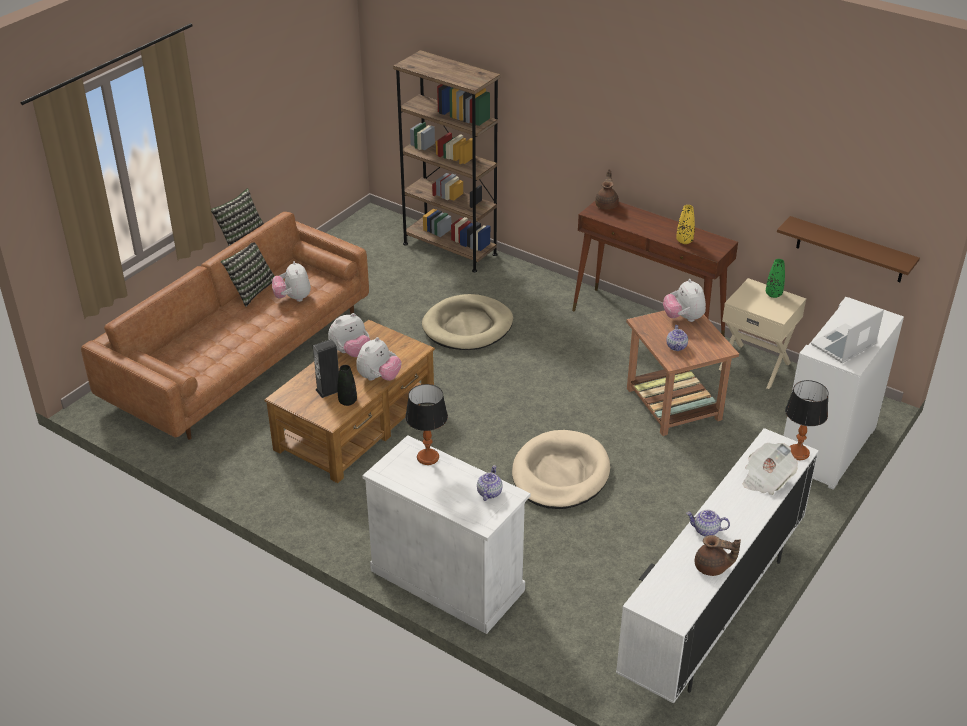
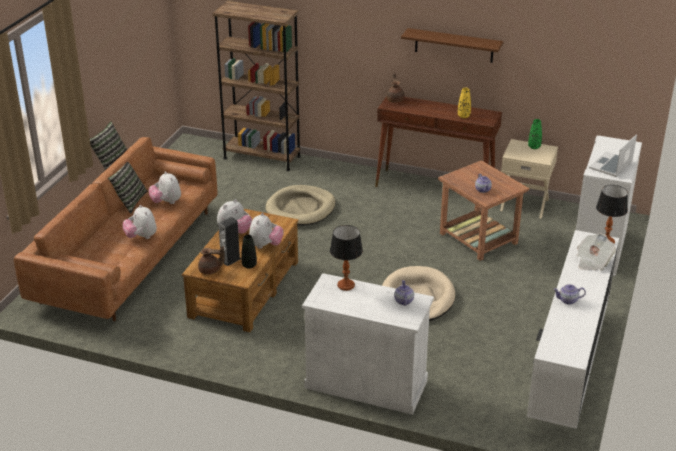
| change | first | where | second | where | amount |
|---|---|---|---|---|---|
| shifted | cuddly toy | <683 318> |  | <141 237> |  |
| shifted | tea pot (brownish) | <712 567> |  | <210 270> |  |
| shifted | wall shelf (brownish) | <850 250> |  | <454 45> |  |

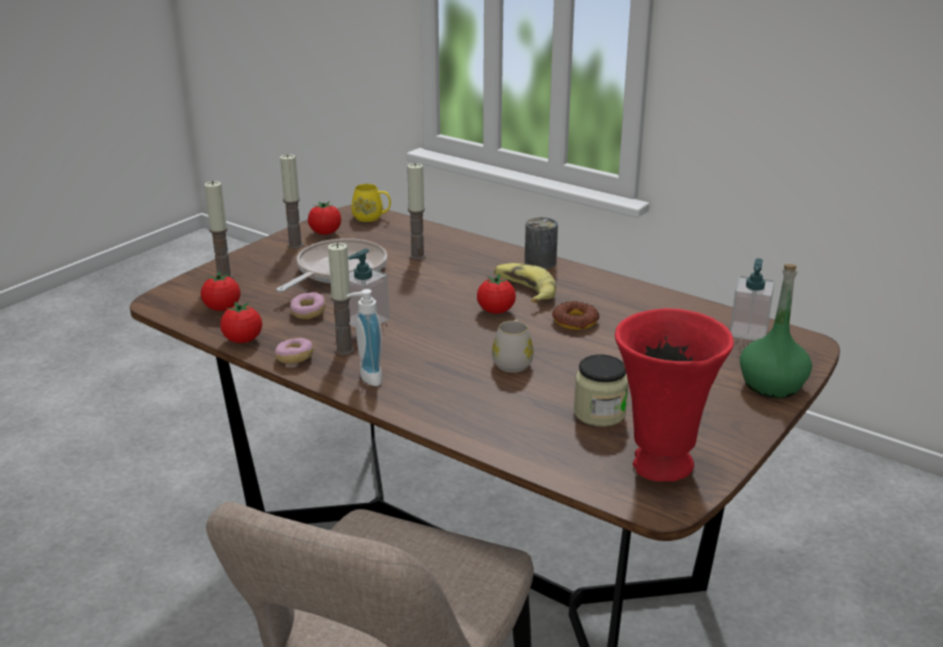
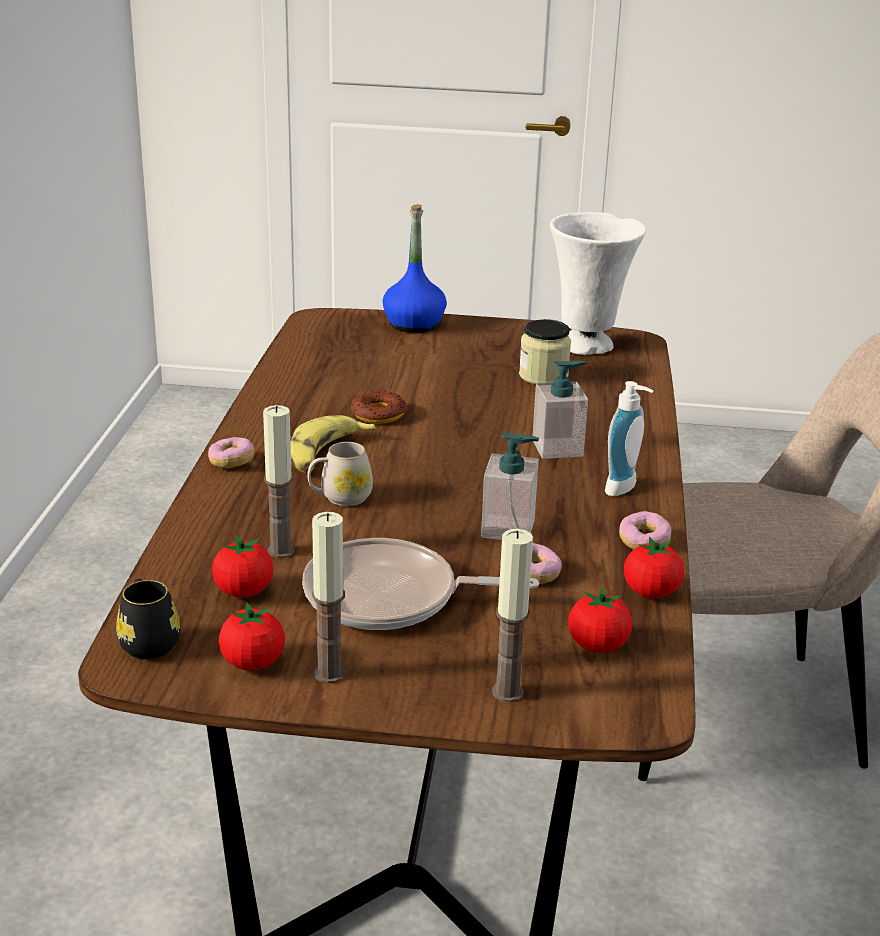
| change | first | where | second | where | amount |
|---|---|---|---|---|---|
| gone | wax candle | <344 350> |  |  |  |
| repainted | coffee mug (yellow) | <371 217> | coffee mug (black) | <148 641> |  |
| shifted | whole tomato | <496 311> |  | <243 592> |  |
| shifted | coffee mug (white-coloured) | <513 362> |  | <340 498> |  |
| swapped | sealed can | <540 262> | ring doughnut | <231 462> |  |
| repainted | flower vase (red) | <660 465> | flower vase (white-coloured) | <588 346> |  |
| shifted | soap bottle | <748 331> |  | <557 448> |  |
| repainted | bottle (greenish) | <771 385> | bottle (bluish) | <414 324> |  |

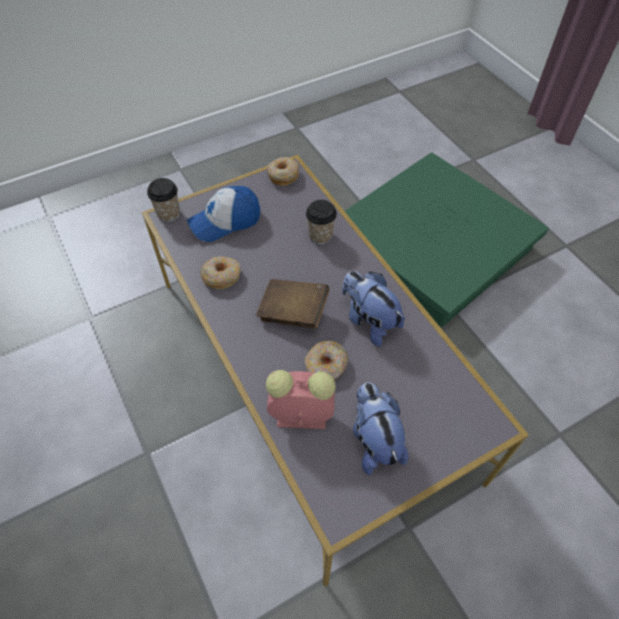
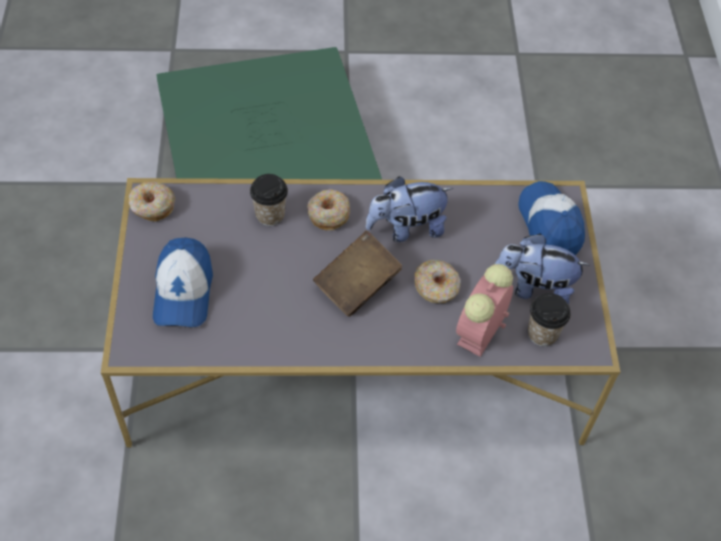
| change | first | where | second | where | amount |
|---|---|---|---|---|---|
| shifted | cup | <168 214> |  | <542 334> |  |
| shifted | ring doughnut | <221 276> |  | <328 214> |  |
| new |  |  | peaked cap | <550 225> |  |

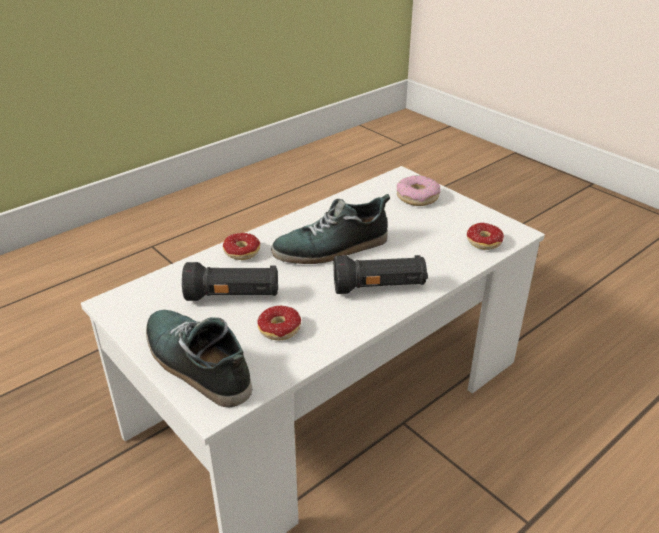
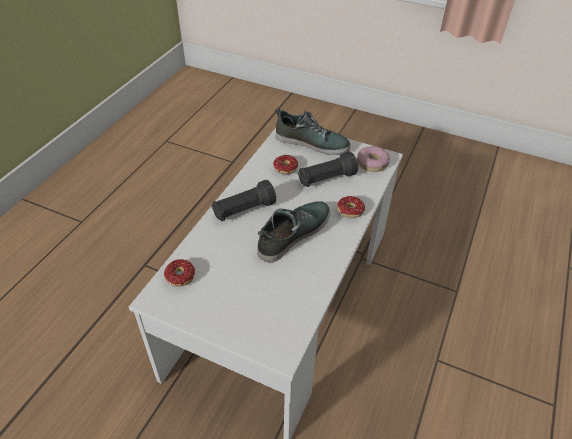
| change | first | where | second | where | amount |
|---|---|---|---|---|---|
| shifted | ring doughnut | <417 197> |  | <372 163> |  |

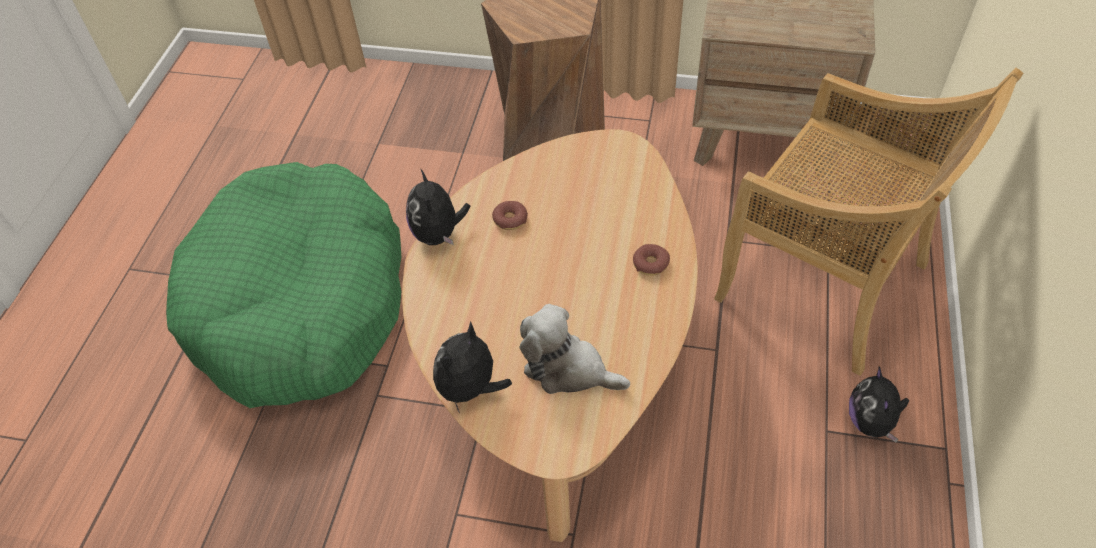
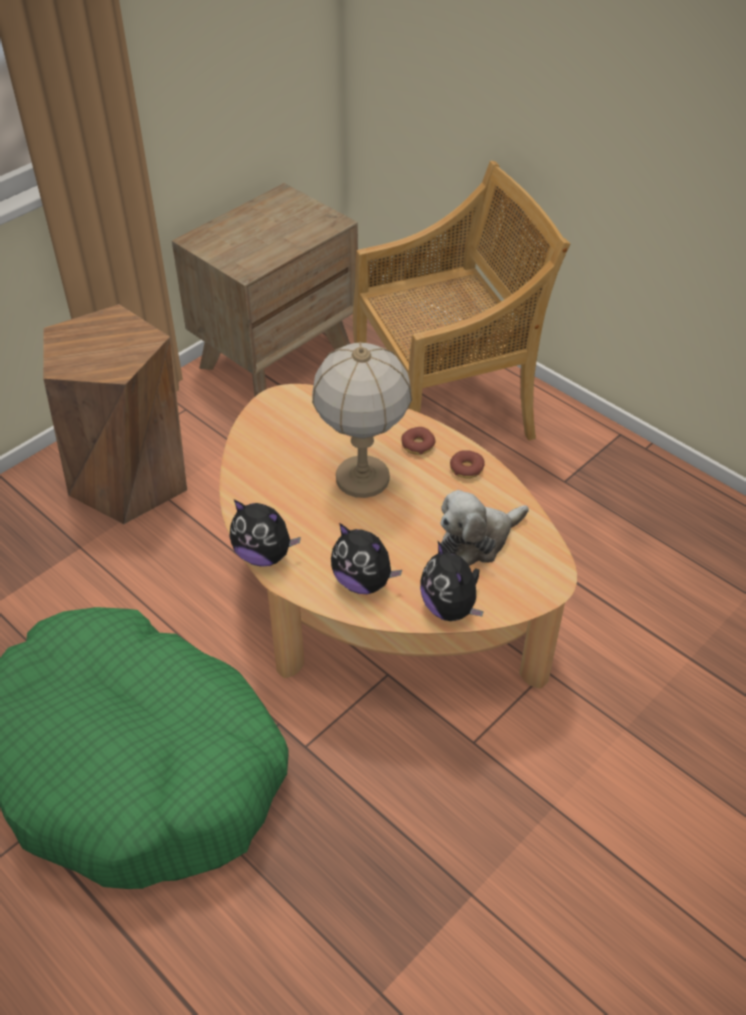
| change | first | where | second | where | amount |
|---|---|---|---|---|---|
| shifted | ring doughnut | <510 219> |  | <466 468> |  |
| shifted | cuddly toy | <871 422> |  | <363 581> |  |
| new |  |  | tabletop lamp | <363 478> |  |

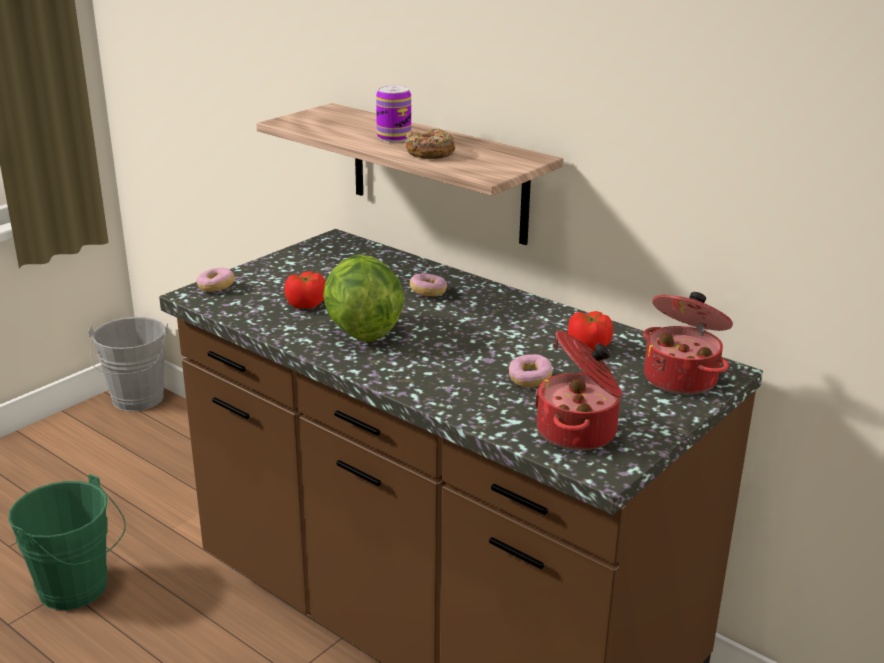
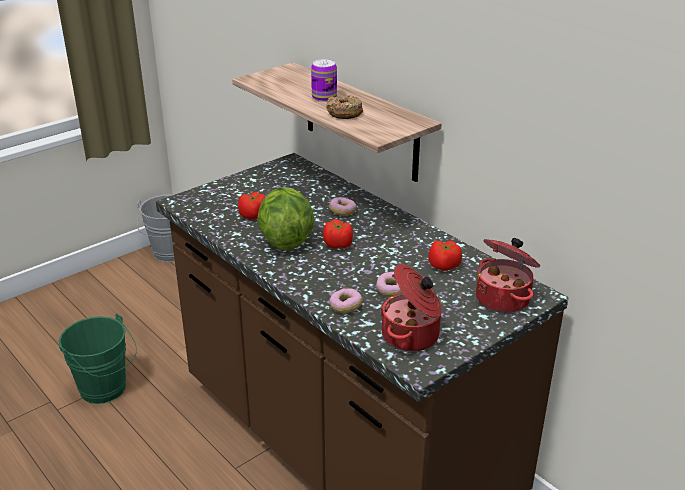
| change | first | where | second | where | amount |
|---|---|---|---|---|---|
| shifted | ring doughnut | <216 287> |  | <345 306> |  |
| new |  |  | whole tomato | <338 245> |  |

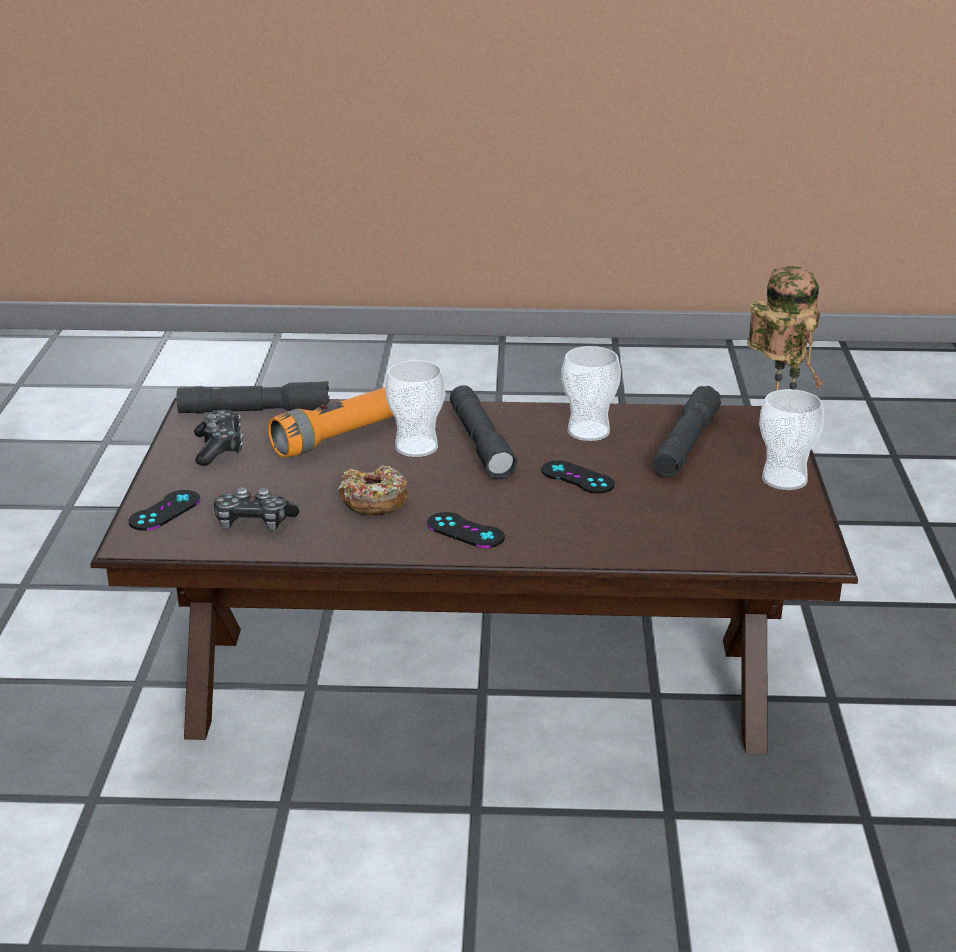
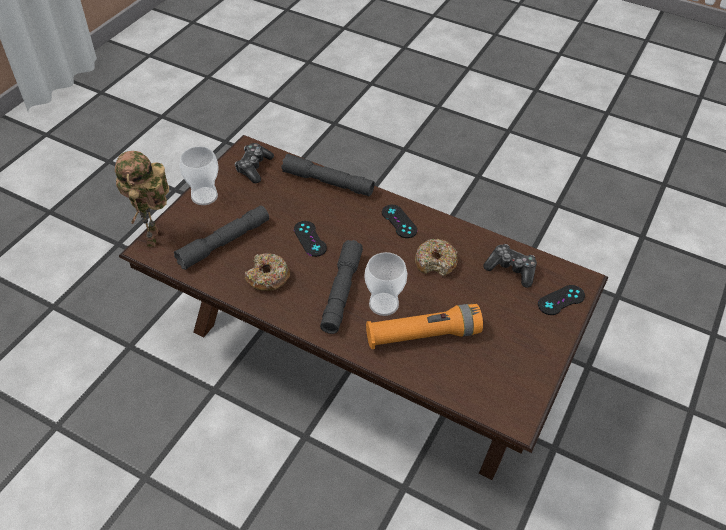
| change | first | where | second | where | amount |
|---|---|---|---|---|---|
| shifted | flashlight (grey) | <254 411> |  | <328 182> |  |
| shifted | game controller | <219 448> |  | <254 167> |  |
| swapped | cup | <588 431> | ring doughnut | <268 277> |  |

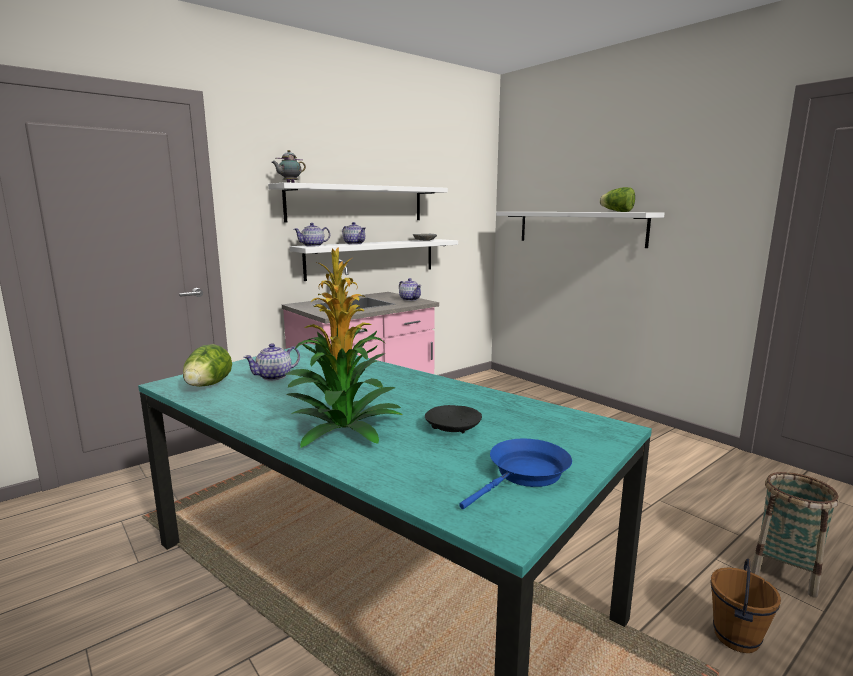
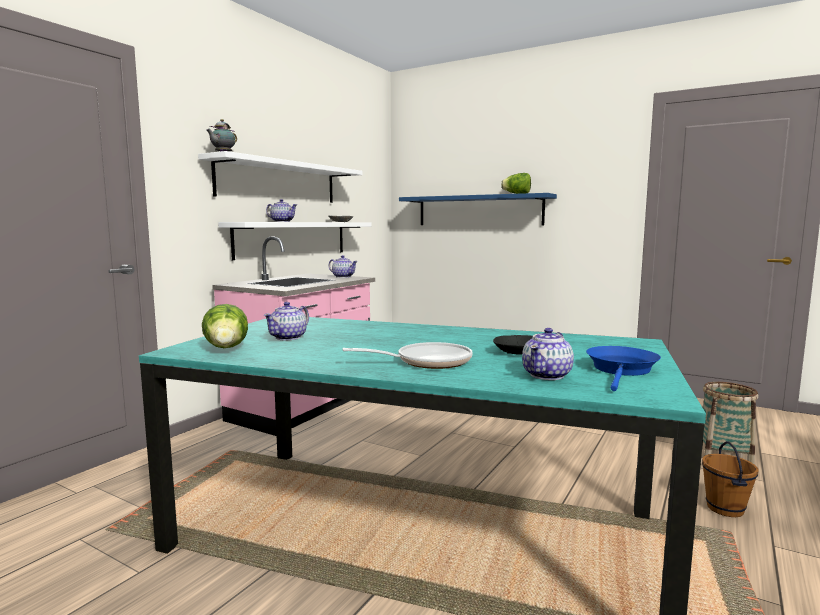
| change | first | where | second | where | amount |
|---|---|---|---|---|---|
| swapped | houseplant | <345 428> | frying pan | <427 362> |  |
| shifted | tea pot | <313 245> |  | <547 375> |  |
| repainted | wall shelf (white-coloured) | <579 228> | wall shelf (bluish) | <479 210> |  |

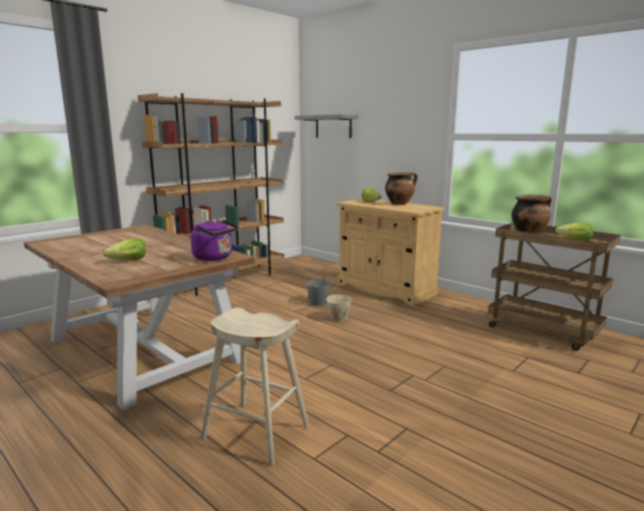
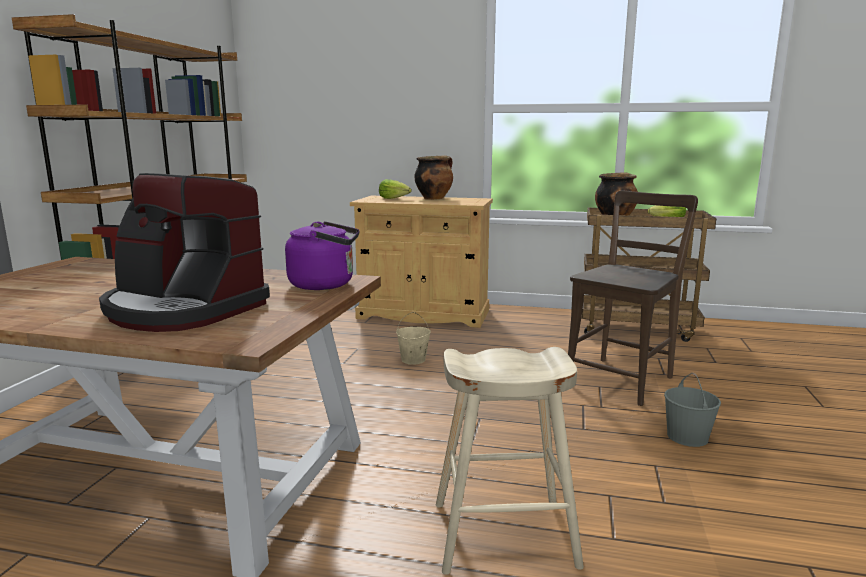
| change | first | where | second | where | amount |
|---|---|---|---|---|---|
| swapped | lettuce head | <128 261> | coffee maker | <183 309> |  |
| gone | wall shelf (grey) | <333 126> |  |  |  |
| shifted | pail (grey) | <318 302> |  | <686 436> |  |
| new |  |  | upright chair (brownish) | <622 378> |  |

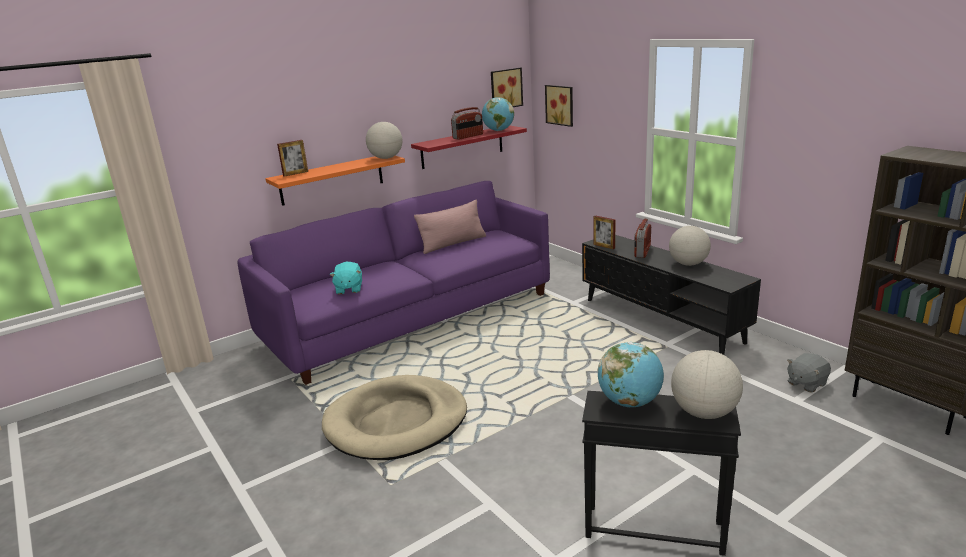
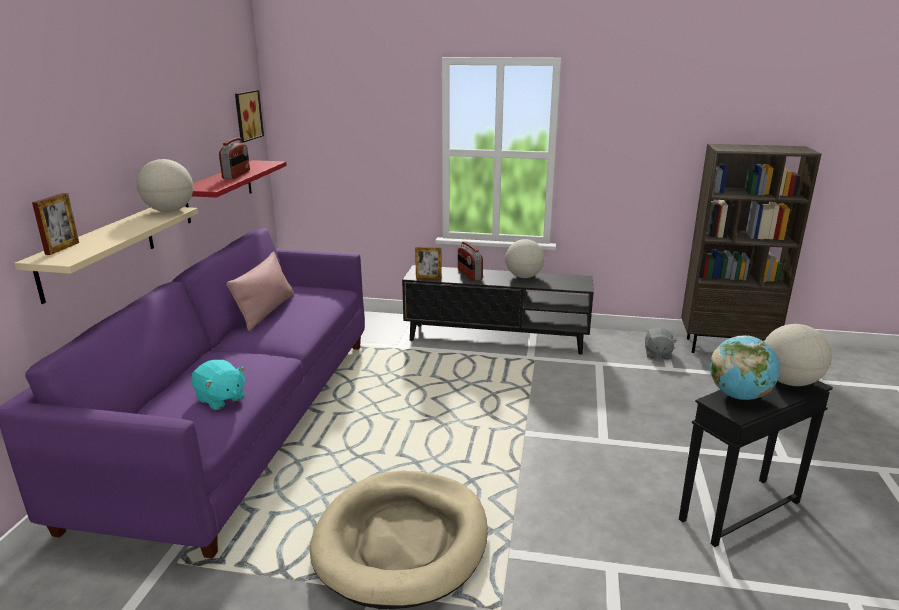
| change | first | where | second | where | amount |
|---|---|---|---|---|---|
| repainted | wall shelf (orange) | <332 179> | wall shelf (beige-coloured) | <99 251> |  |
| gone | globe | <498 130> |  |  |  |
| gone | wall art | <560 105> |  |  |  |

